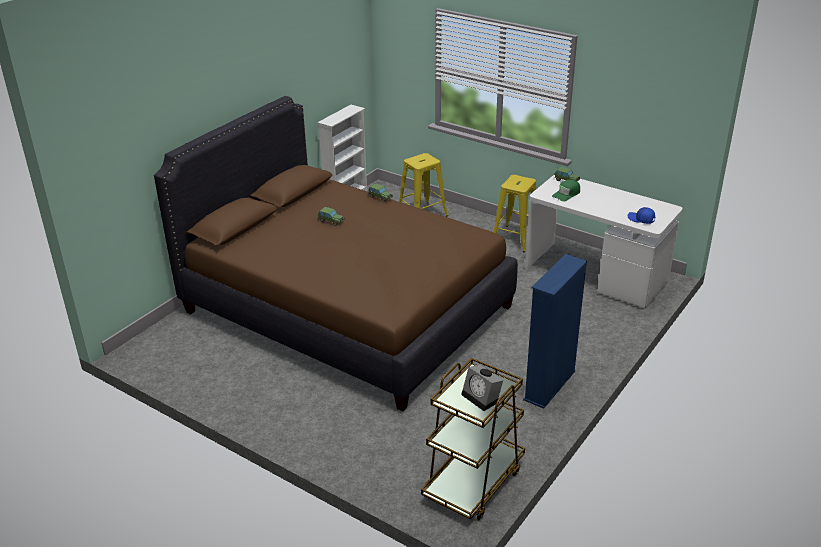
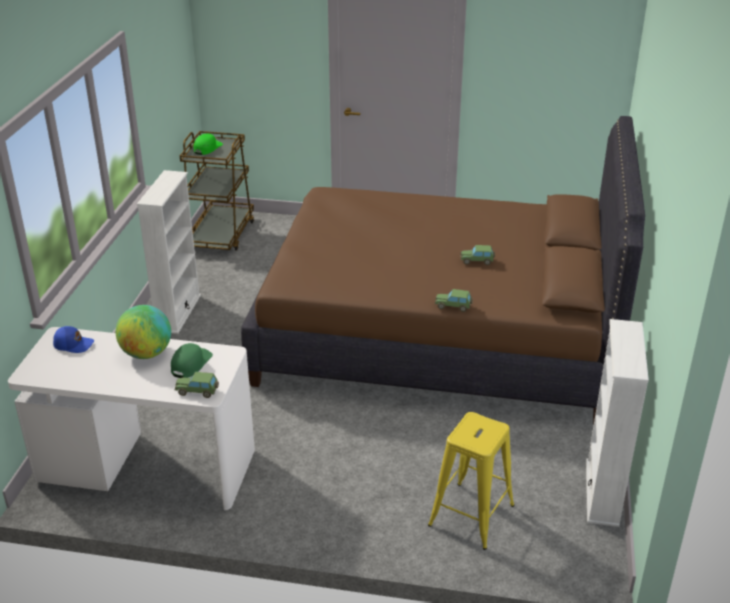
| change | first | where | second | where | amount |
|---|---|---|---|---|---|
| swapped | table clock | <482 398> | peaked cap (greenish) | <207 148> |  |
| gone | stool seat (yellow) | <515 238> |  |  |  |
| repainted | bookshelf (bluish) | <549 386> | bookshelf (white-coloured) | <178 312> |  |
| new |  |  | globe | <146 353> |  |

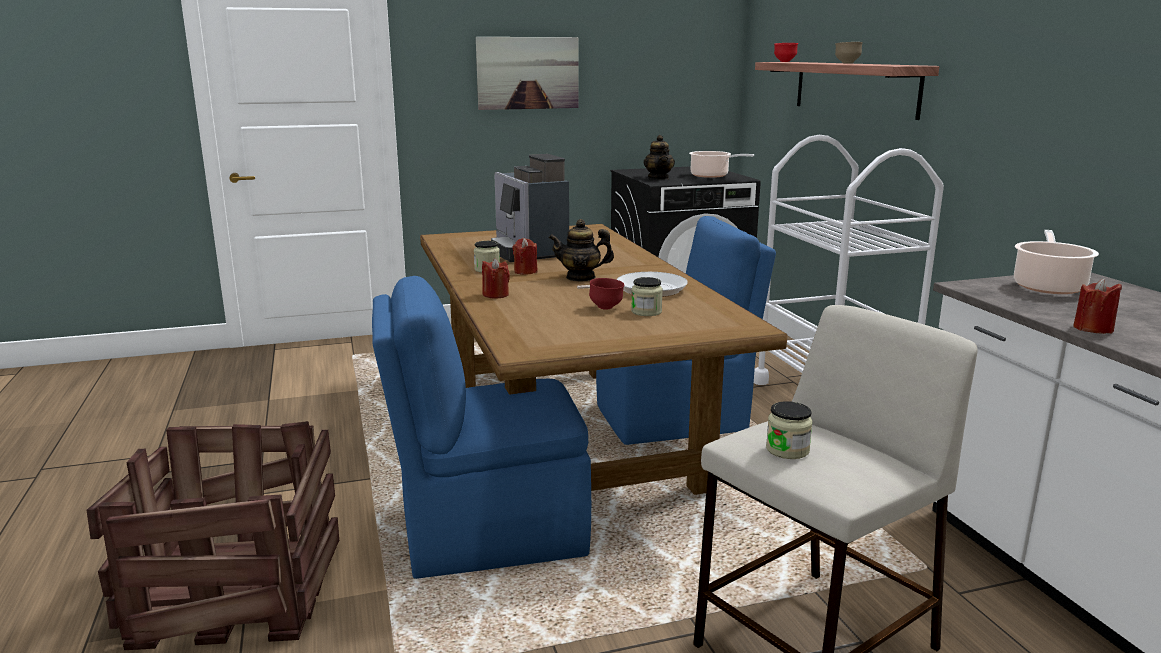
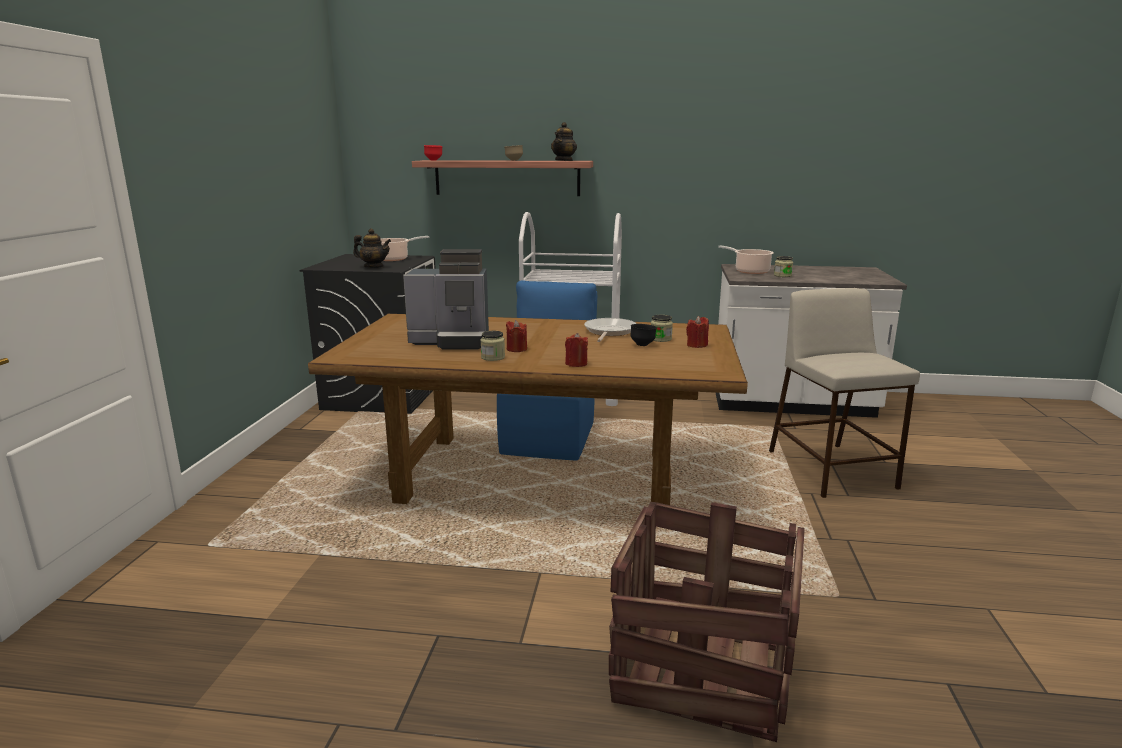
| change | first | where | second | where | amount |
|---|---|---|---|---|---|
| gone | upright chair (bluish) | <488 532> |  |  |  |
| gone | wall art | <528 73> |  |  |  |
| shifted | tea pot | <581 277> |  | <564 160> |  |
| repainted | bowl (red) | <606 308> | bowl (black) | <642 345> |  |
| shifted | storage jar | <787 450> |  | <782 275> |  |
| shifted | wax candle (red) | <1093 329> |  | <697 345> |  |

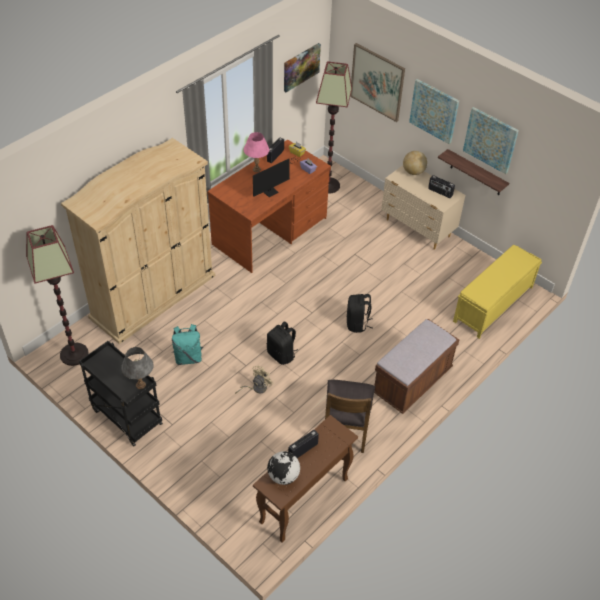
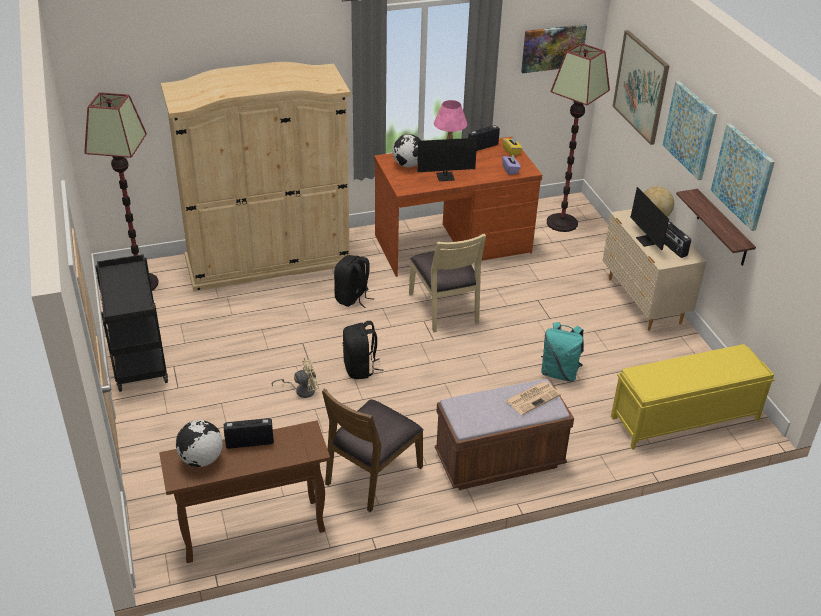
| change | first | where | second | where | amount |
|---|---|---|---|---|---|
| gone | tabletop lamp (grey) | <140 385> |  |  |  |
| shifted | knapsack (turquoise-coloured) | <188 357> |  | <559 373> |  |
| shifted | knapsack (black) | <357 324> |  | <352 298> |  |
| new |  |  | globe | <408 165> |  |
| new |  |  | upright chair (beige-coloured) | <445 308> |  |
| new |  |  | printed paper | <533 397> |  |
| new |  |  | monitor | <648 242> |  |

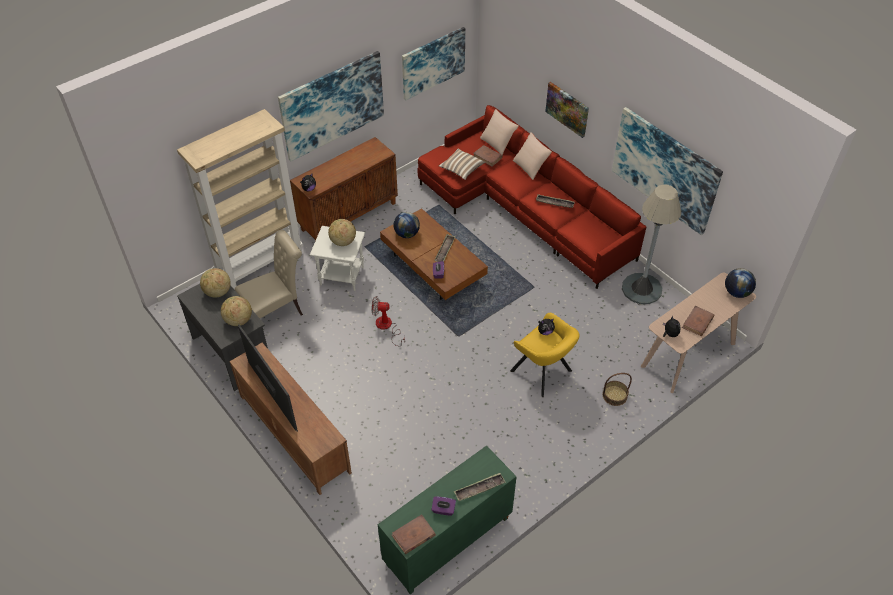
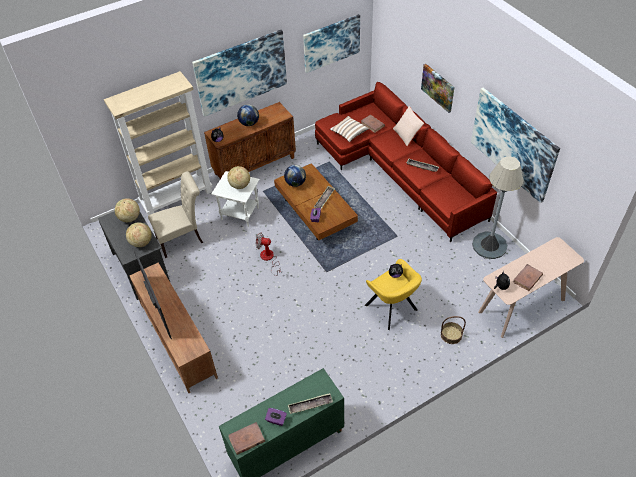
| change | first | where | second | where | amount |
|---|---|---|---|---|---|
| gone | throw pillow (beige-coloured) | <498 142> |  |  |  |
| shifted | globe | <736 292> |  | <249 123> |  |

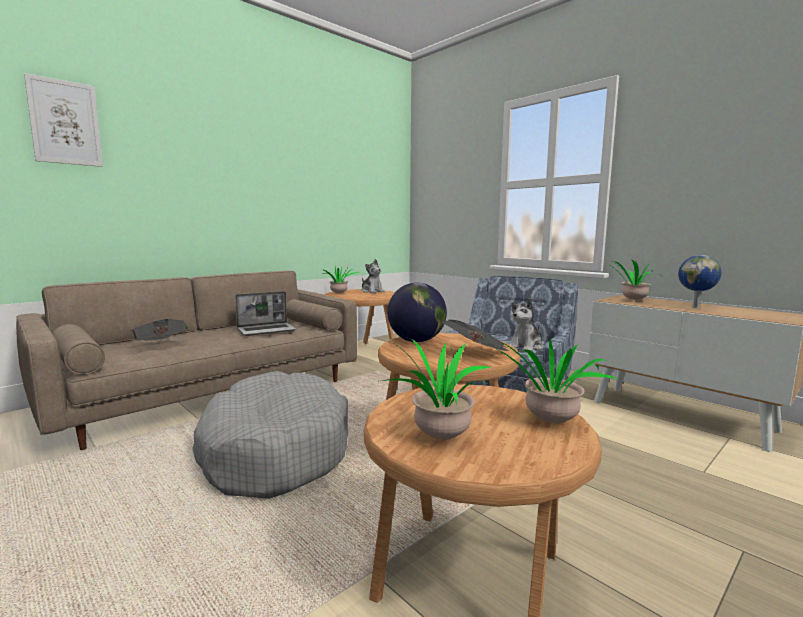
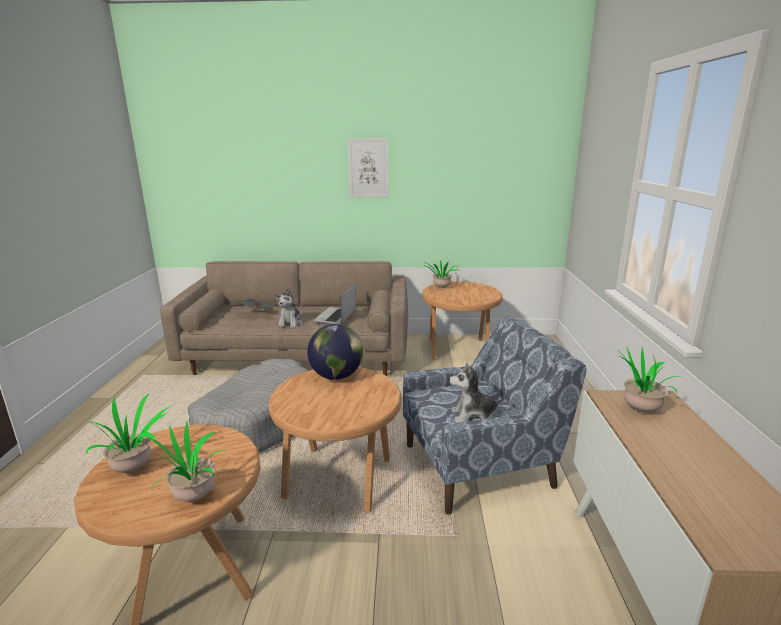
| change | first | where | second | where | amount |
|---|---|---|---|---|---|
| shifted | wall art | <65 122> |  | <368 168> |  |
| rotated | portable computer | <267 330> |  | <336 317> | 90 degrees clockwise |
| shifted | cuddly toy | <372 291> |  | <290 323> |  |
| gone | printed paper | <477 354> |  |  |  |
| gone | globe | <695 307> |  |  |  |

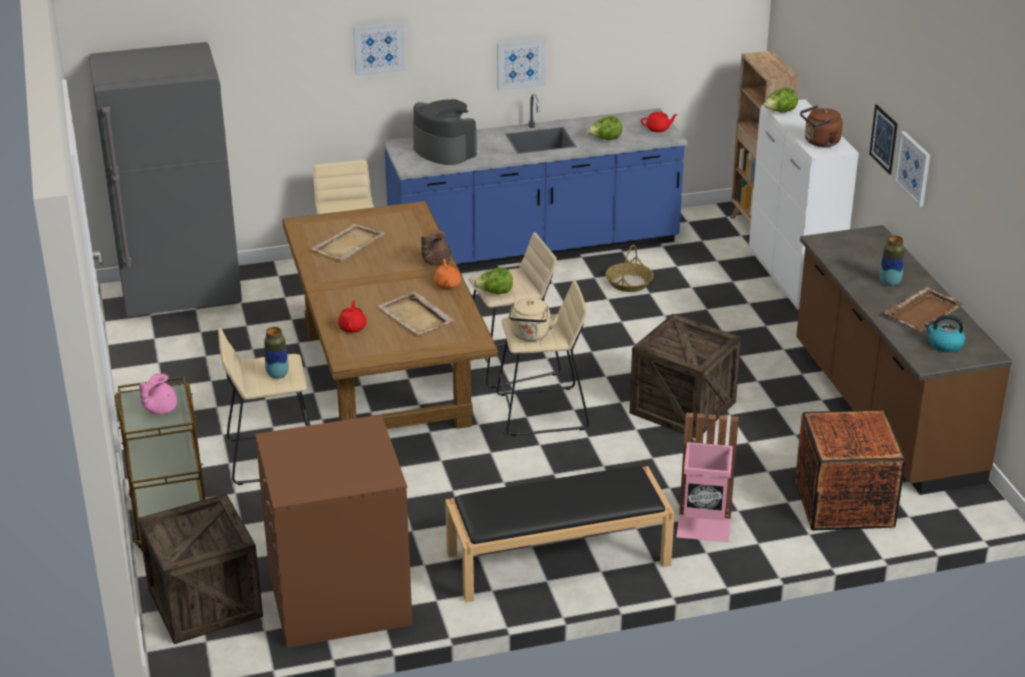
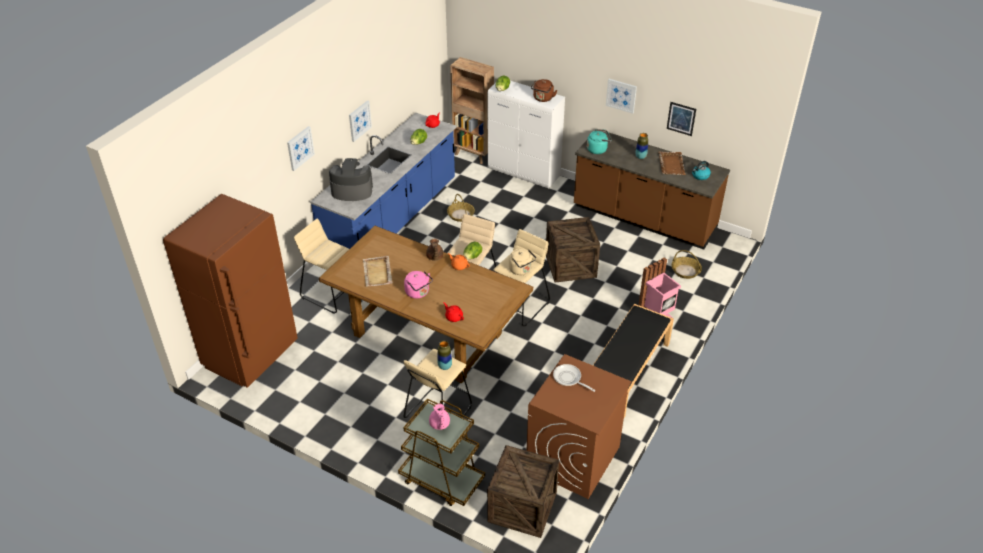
| change | first | where | second | where | amount |
|---|---|---|---|---|---|
| repainted | refrigerator (grey) | <182 296> | refrigerator (brownish) | <251 356> |  |
| gone | tray (beige-coloured) | <416 316> |  |  |  |
| swapped | packing crate | <844 503> | storage basket | <686 271> |  |
| shifted | wall art | <883 139> |  | <681 118> |  |
| new |  |  | tea kettle (pink) | <418 293> |  |
| new |  |  | frying pan | <569 379> |  |
| new |  |  | tea kettle (turquoise-coloured) | <598 149> |  |

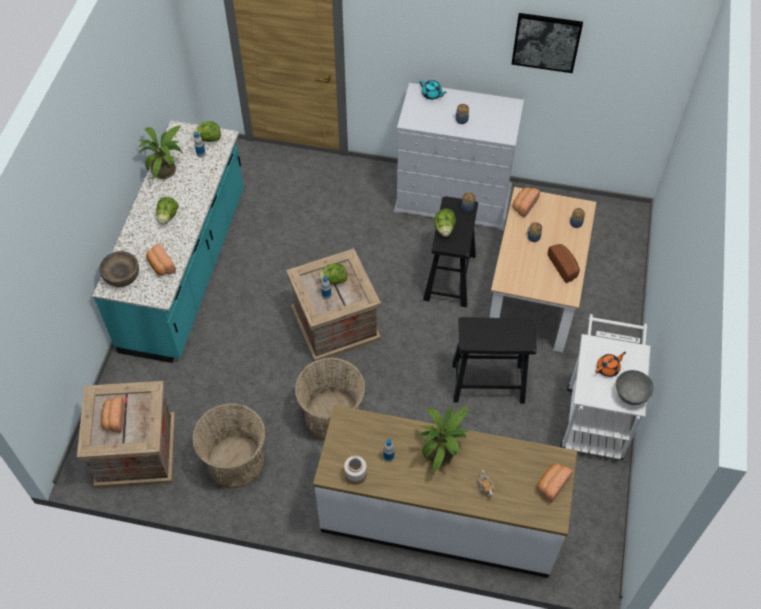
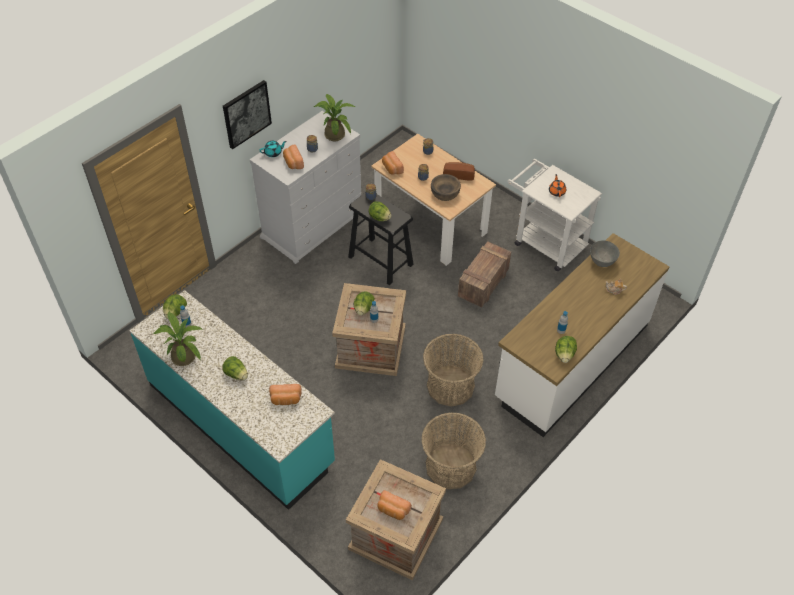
| change | first | where | second | where | amount |
|---|---|---|---|---|---|
| shifted | bowl (brownish) | <122 276> |  | <445 193> |  |
| swapped | storage jar | <355 474> | lettuce head | <564 355> |  |
| shifted | houseplant | <442 451> |  | <335 133> |  |
| swapped | stool seat (black) | <487 382> | packing crate | <483 283> |  |
| shifted | wall art | <546 42> |  | <246 114> |  |
| shifted | bakery bread | <551 484> |  | <293 163> |  |
| shifted | bowl (grey) | <630 396> |  | <602 262> |  |

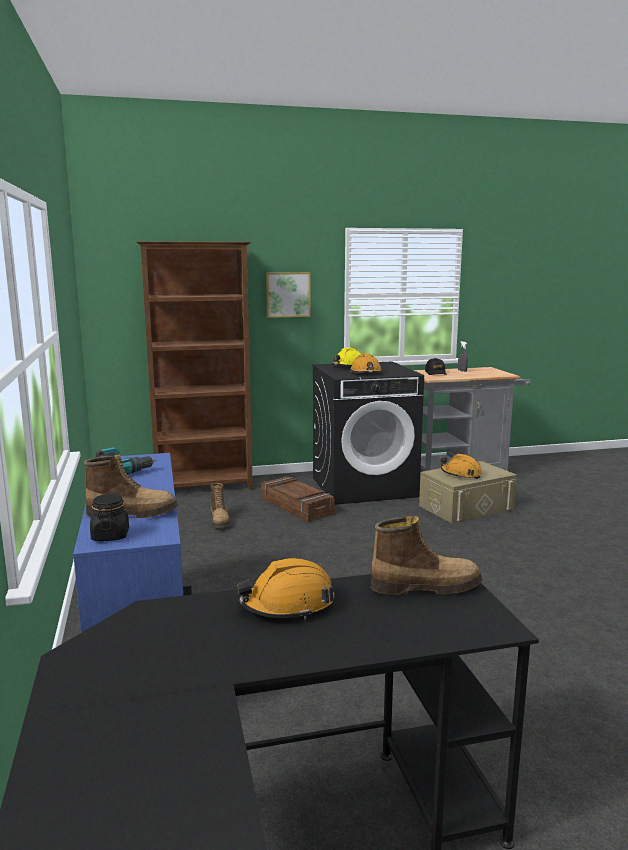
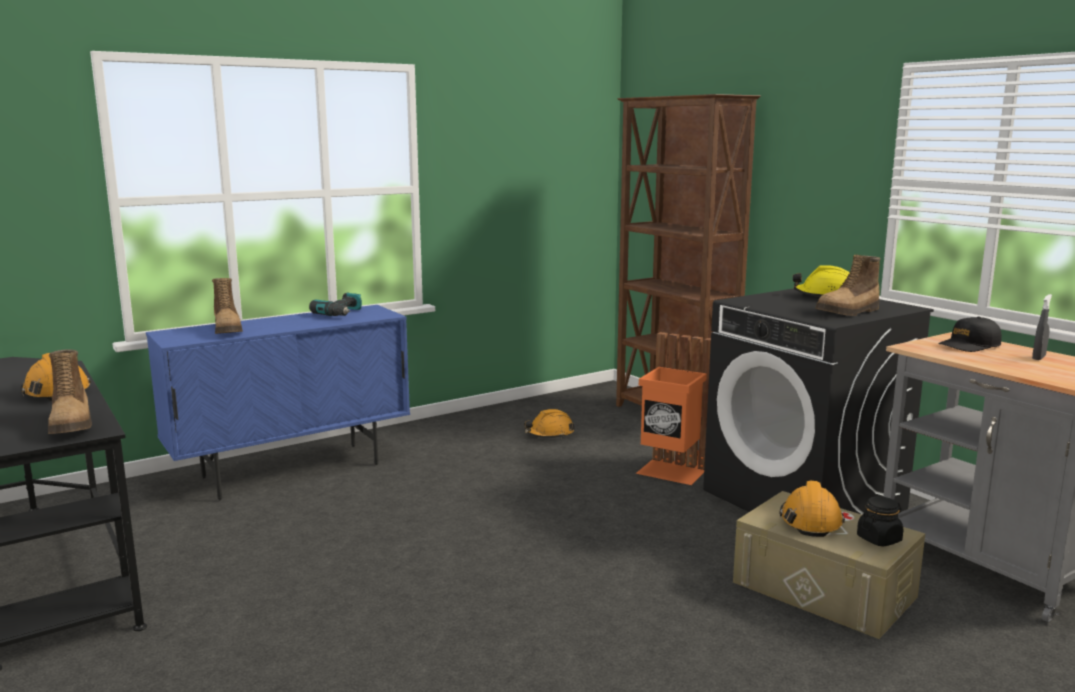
| change | first | where | second | where | amount |
|---|---|---|---|---|---|
| shifted | storage jar (black) | <110 535> |  | <879 539> |  |
| shifted | high-top boot | <220 521> |  | <848 312> |  |
| swapped | packing crate | <297 506> | rubbish bin (orange) | <671 471> |  |
| gone | wall art | <288 294> |  |  |  |
| shifted | work helmet (orange) | <366 373> |  | <549 434> |  |

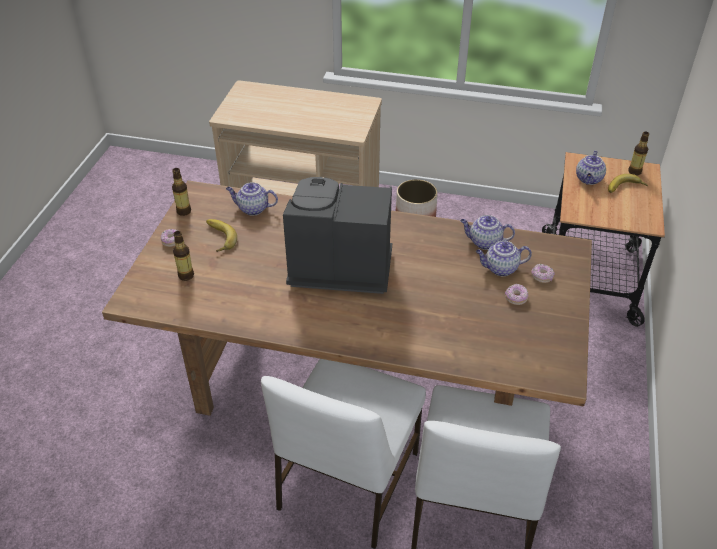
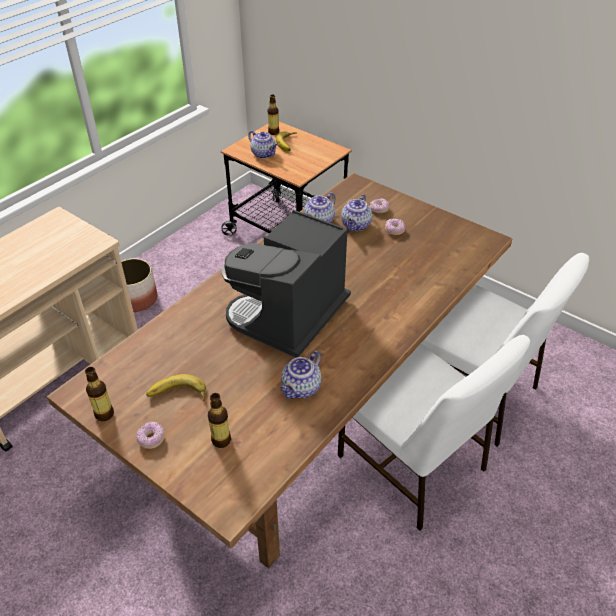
| change | first | where | second | where | amount |
|---|---|---|---|---|---|
| shifted | tea pot | <252 209> |  | <301 389> |  |

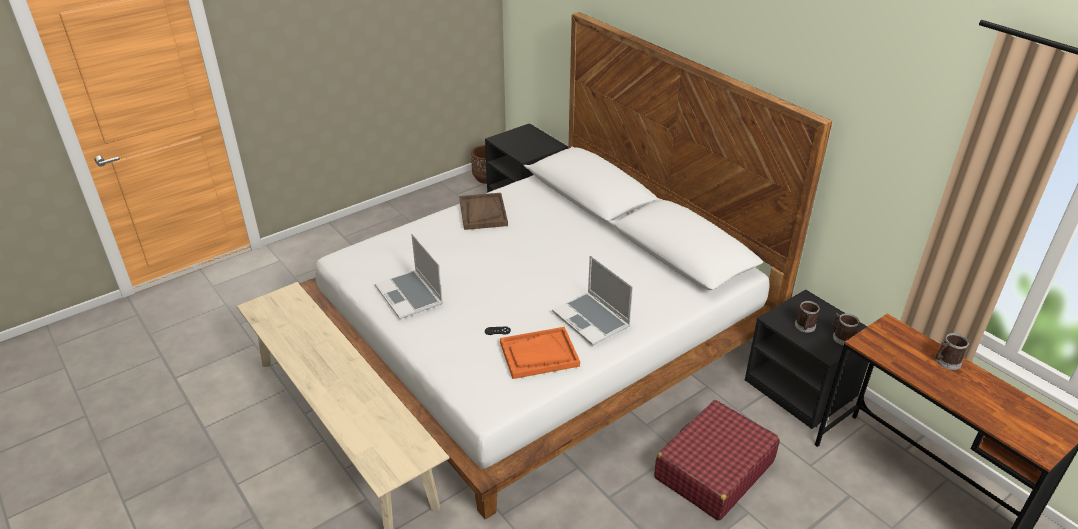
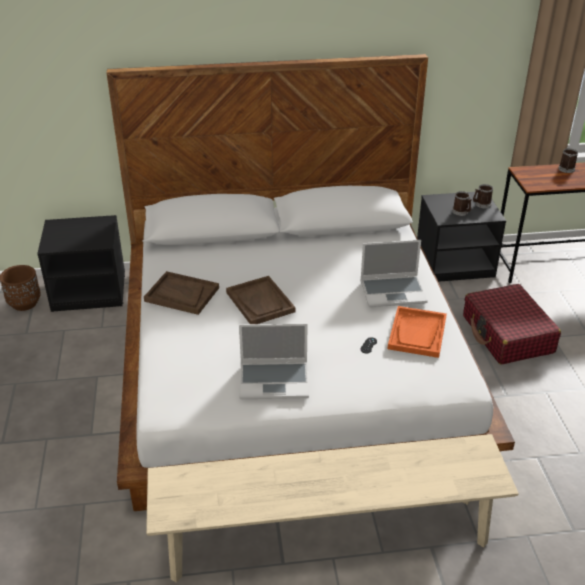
| change | first | where | second | where | amount |
|---|---|---|---|---|---|
| new |  |  | tray (brownish) | <260 302> |  |

